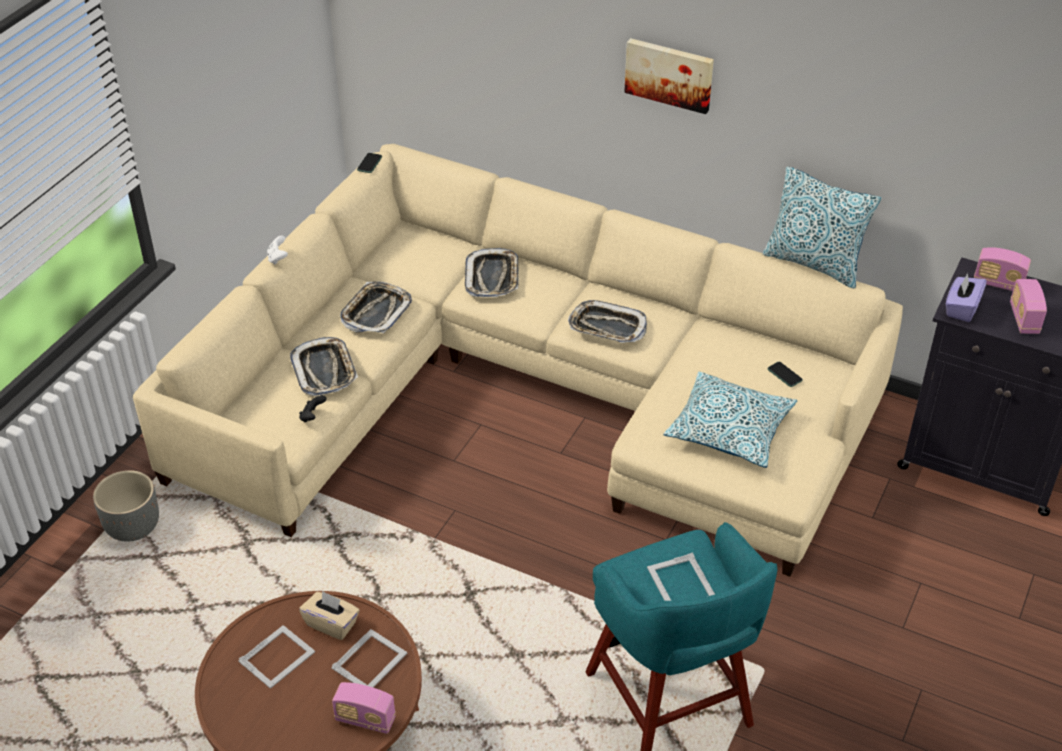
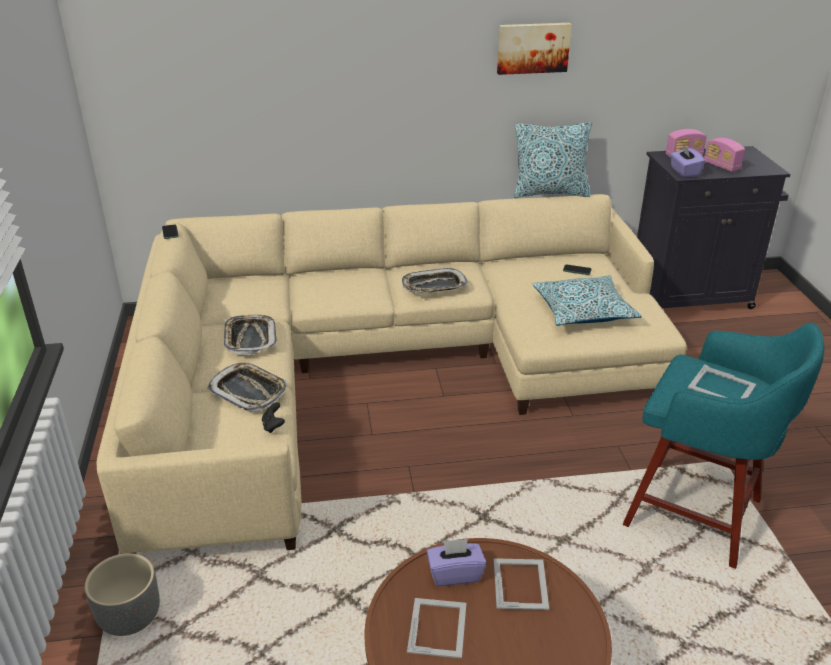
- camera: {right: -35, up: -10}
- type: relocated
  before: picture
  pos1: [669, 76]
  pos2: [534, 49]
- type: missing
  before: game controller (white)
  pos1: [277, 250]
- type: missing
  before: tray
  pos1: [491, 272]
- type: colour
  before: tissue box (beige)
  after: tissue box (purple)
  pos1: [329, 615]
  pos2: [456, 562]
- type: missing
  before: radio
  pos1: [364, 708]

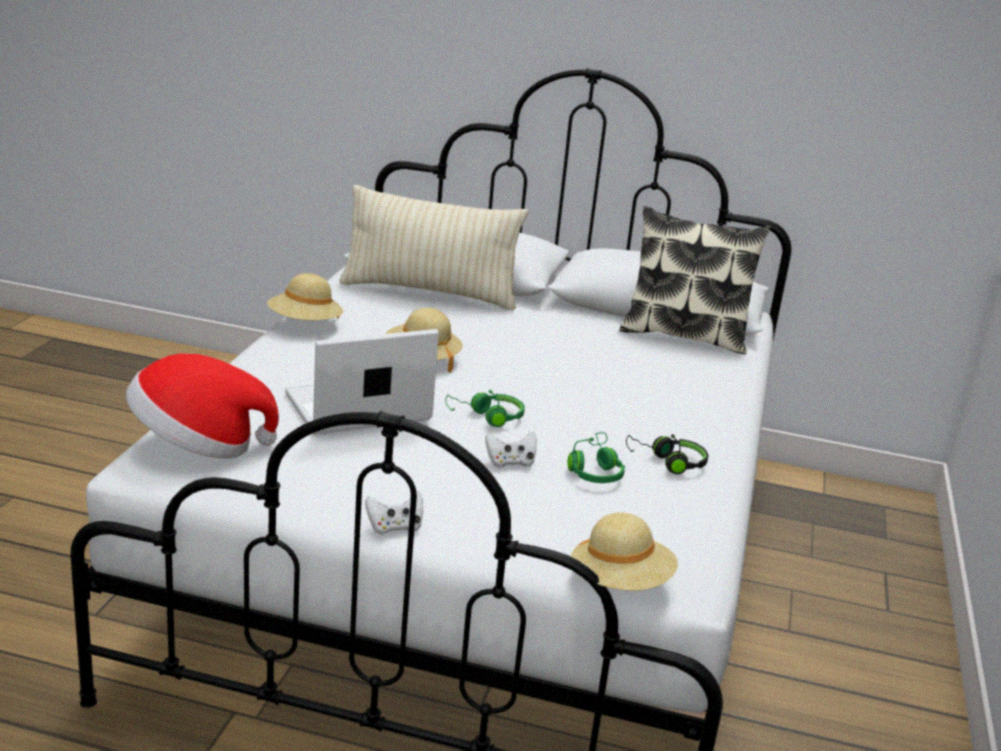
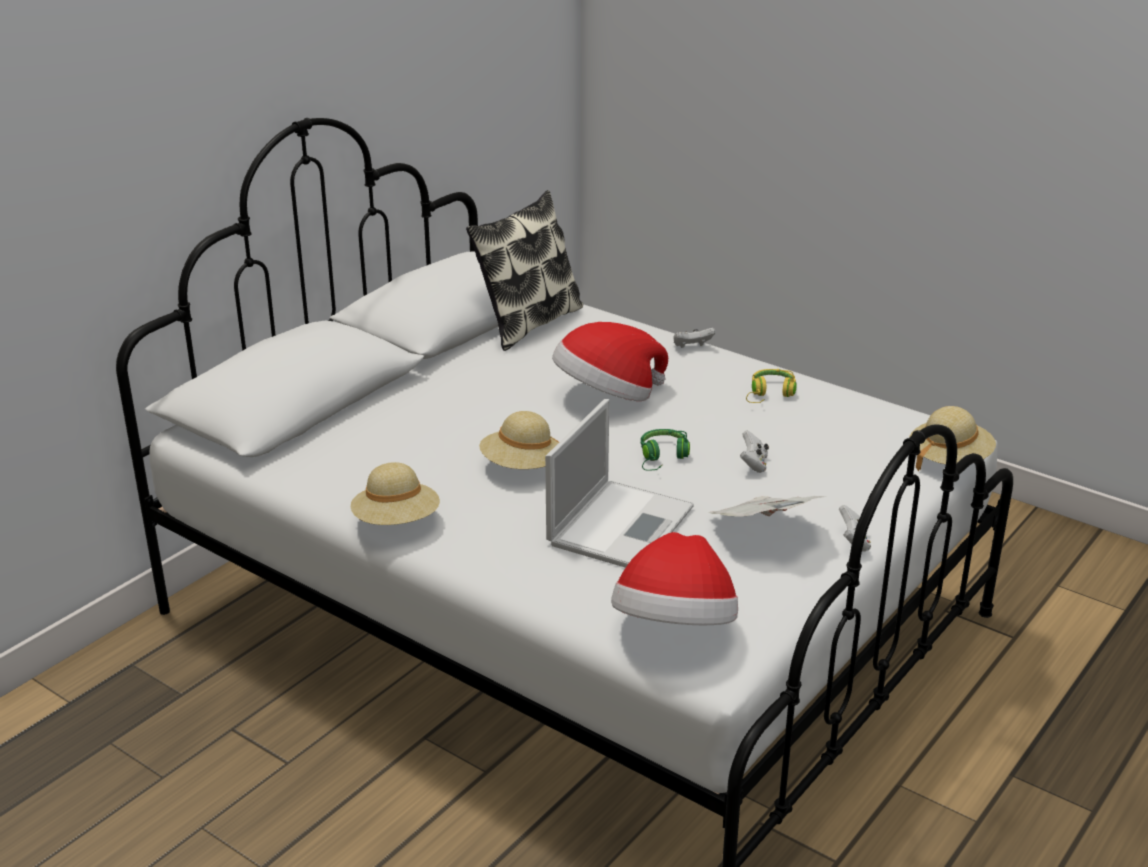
- camera: {right: -65, up: 5}
- type: missing
  before: pillow (beige)
  pos1: [433, 247]
- type: spun
  before: laptop
  pos1: [362, 382]
  pos2: [619, 483]
  turn: -150
- type: missing
  before: headphones (green)
  pos1: [596, 457]
- type: colour
  before: headphones (black)
  after: headphones (yellow)
  pos1: [667, 454]
  pos2: [771, 386]
- type: appeared
  after: hat
  pos2: [610, 361]
- type: appeared
  after: game controller (white)
  pos2: [694, 338]
- type: appeared
  after: newspaper
  pos2: [766, 506]

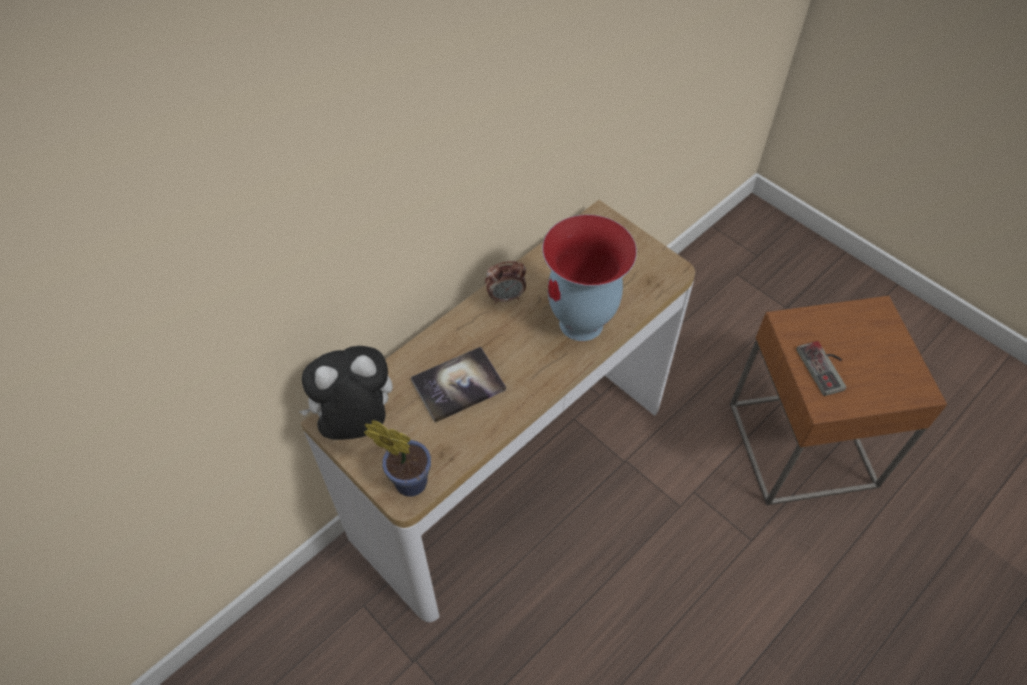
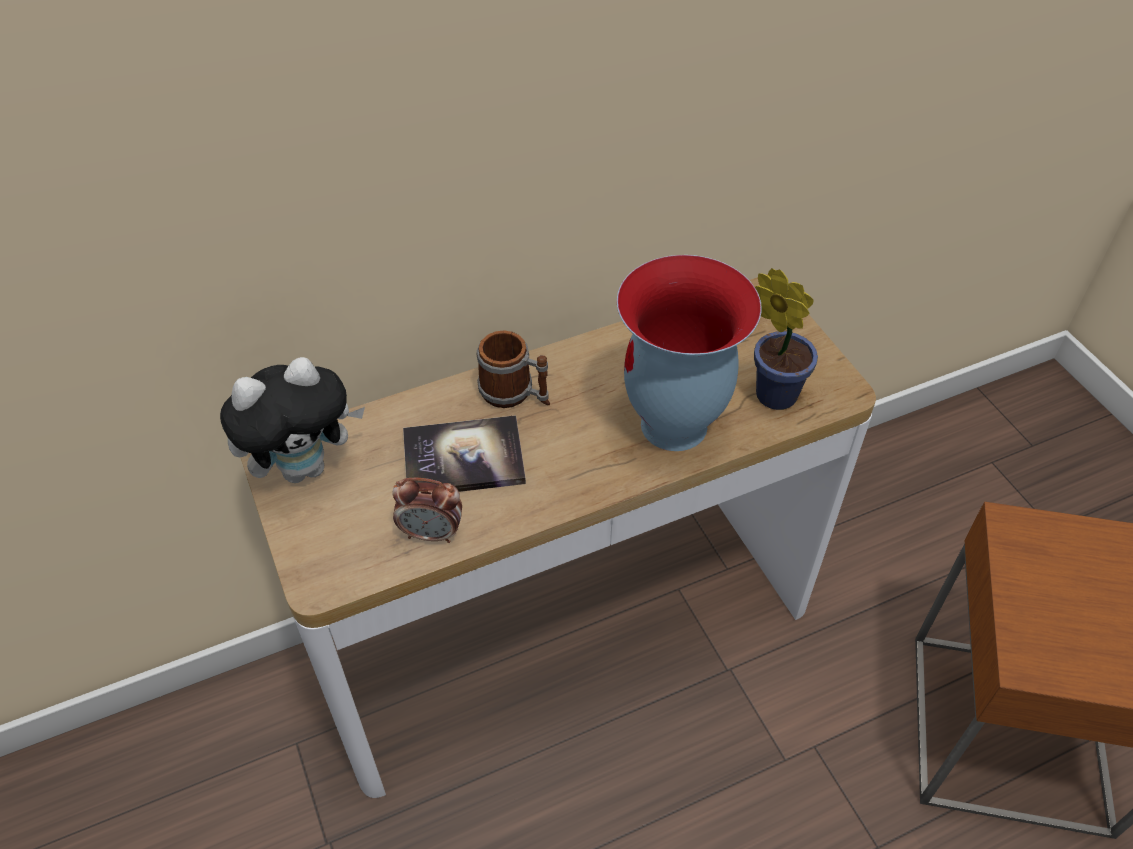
- camera: {right: 20, up: -5}
- type: relocated
  before: alarm clock
  pos1: [505, 282]
  pos2: [427, 510]
- type: missing
  before: game controller
  pos1: [821, 368]
- type: spun
  before: plush toy
  pos1: [345, 393]
  pos2: [292, 420]
  turn: 150
- type: relocated
  before: potted plant
  pos1: [397, 458]
  pos2: [786, 339]
- type: appeared
  after: mug
  pos2: [513, 369]

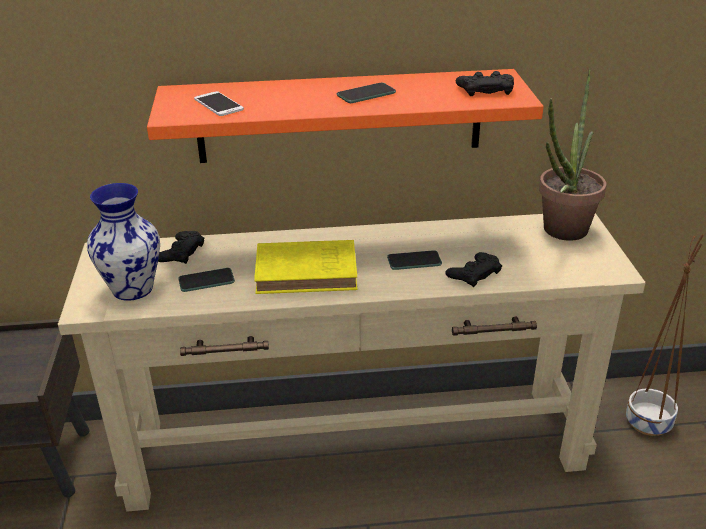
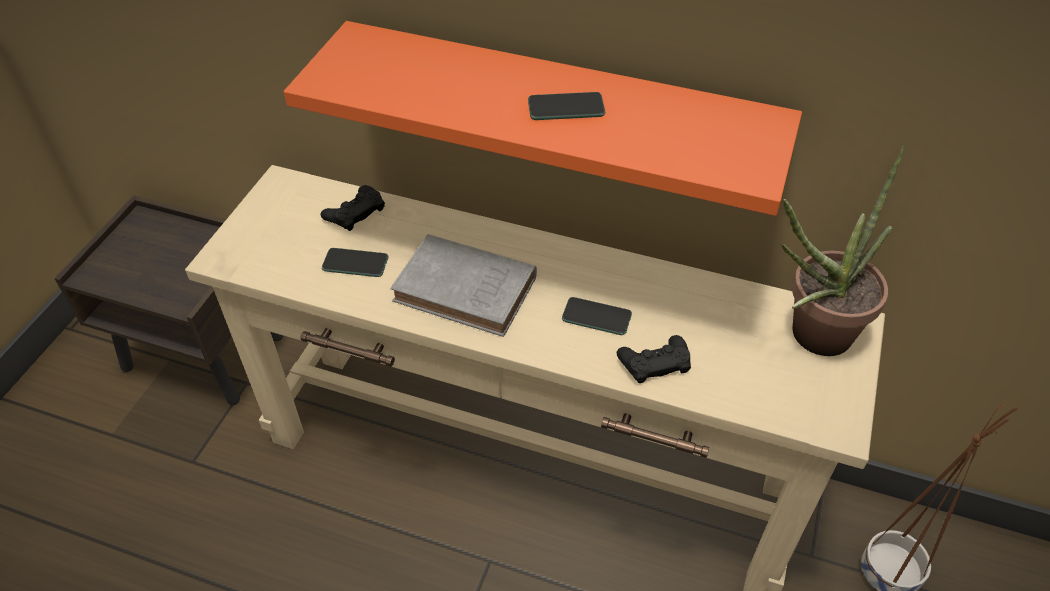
- camera: {right: 25, up: 15}
- type: missing
  before: game controller (black)
  pos1: [485, 83]
- type: missing
  before: phone
  pos1: [219, 103]
- type: missing
  before: vase
  pos1: [123, 242]
- type: colour
  before: book (yellow)
  after: book (grey)
  pos1: [305, 267]
  pos2: [464, 285]

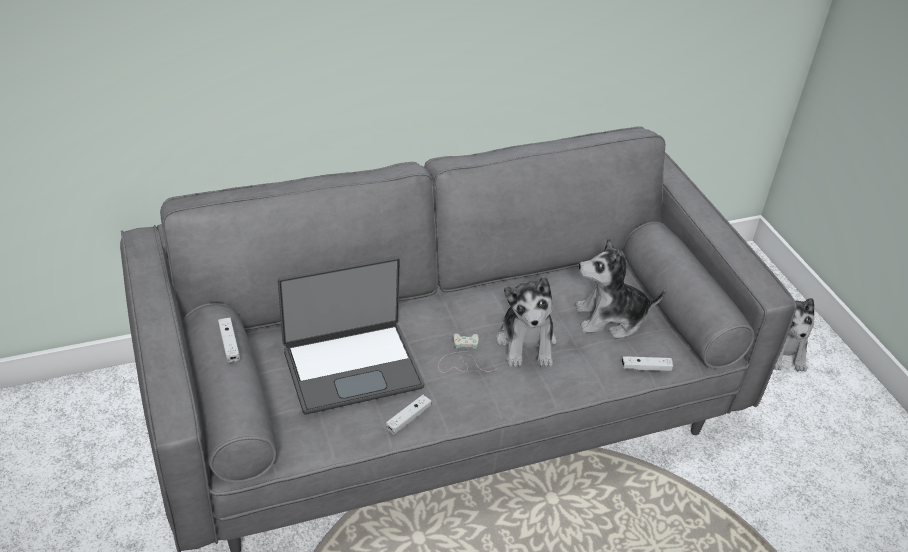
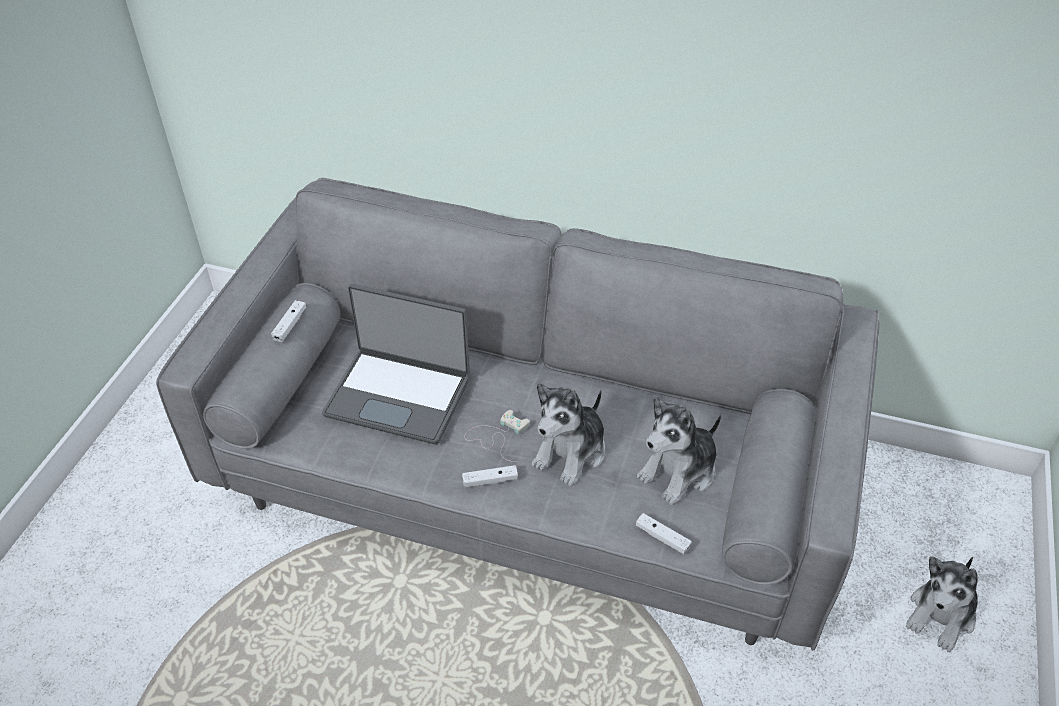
- camera: {right: 40, up: 5}
- type: spun
  before: plush toy
  pos1: [620, 288]
  pos2: [679, 450]
  turn: -75
- type: relocated
  before: game controller (white)
  pos1: [408, 414]
  pos2: [490, 476]

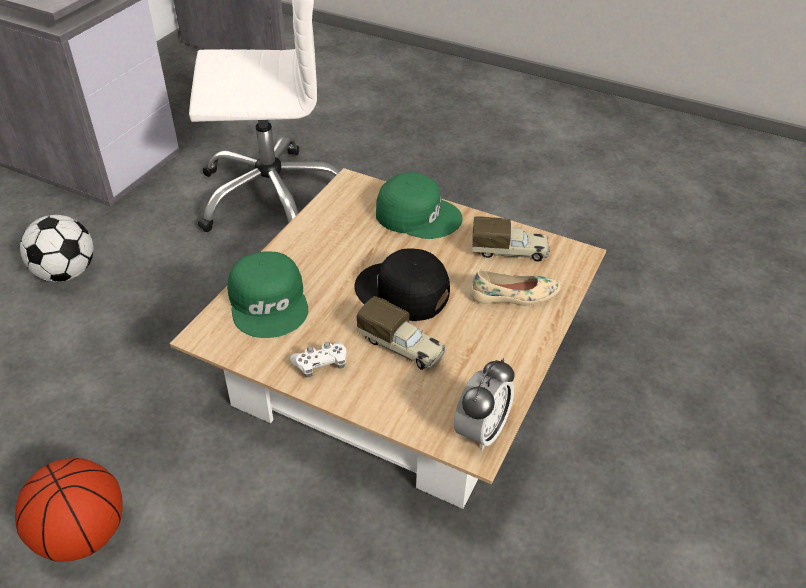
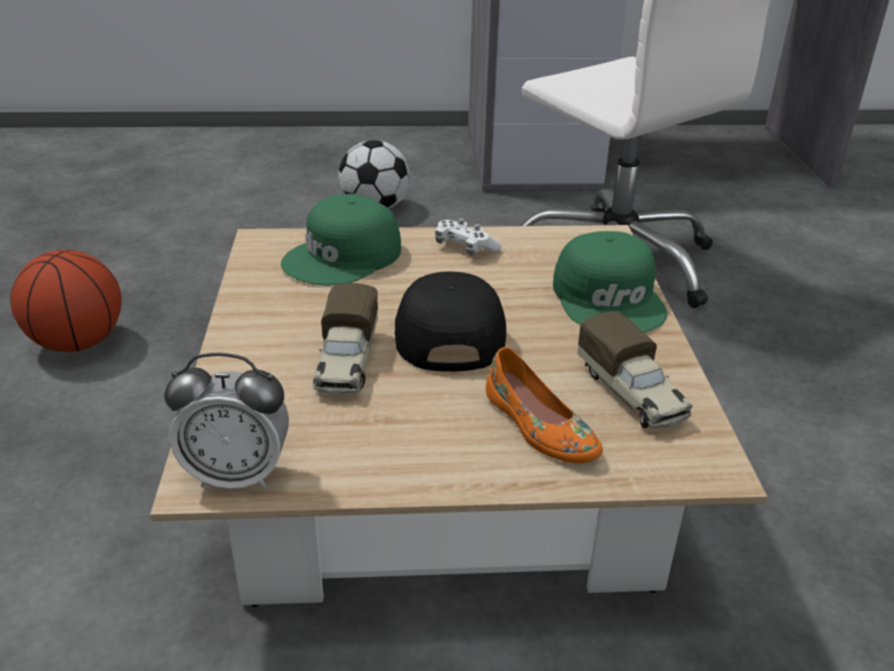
- camera: {right: 60, up: -10}
- type: colour
  before: shoe (beige)
  after: shoe (orange)
  pos1: [515, 288]
  pos2: [544, 405]
- type: relocated
  before: game controller (white)
  pos1: [318, 359]
  pos2: [468, 237]

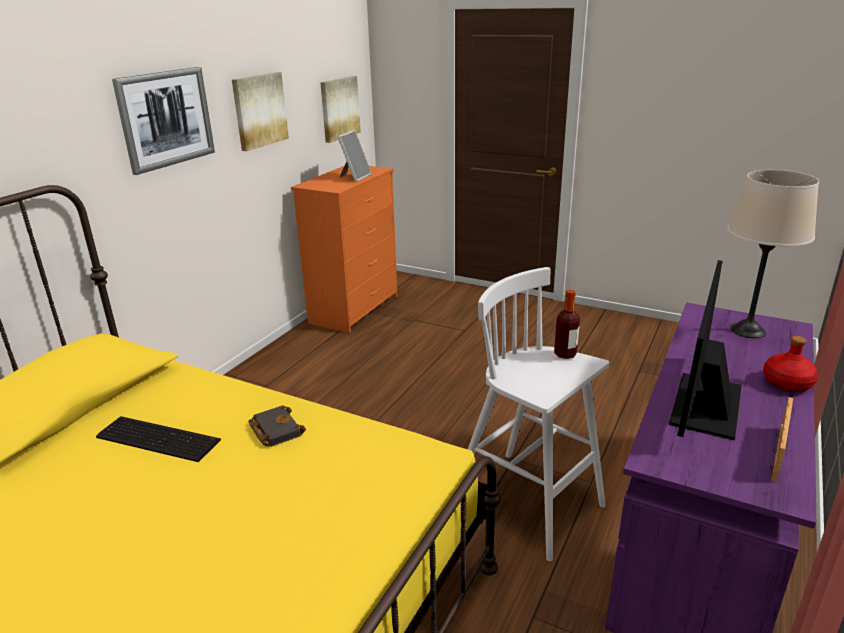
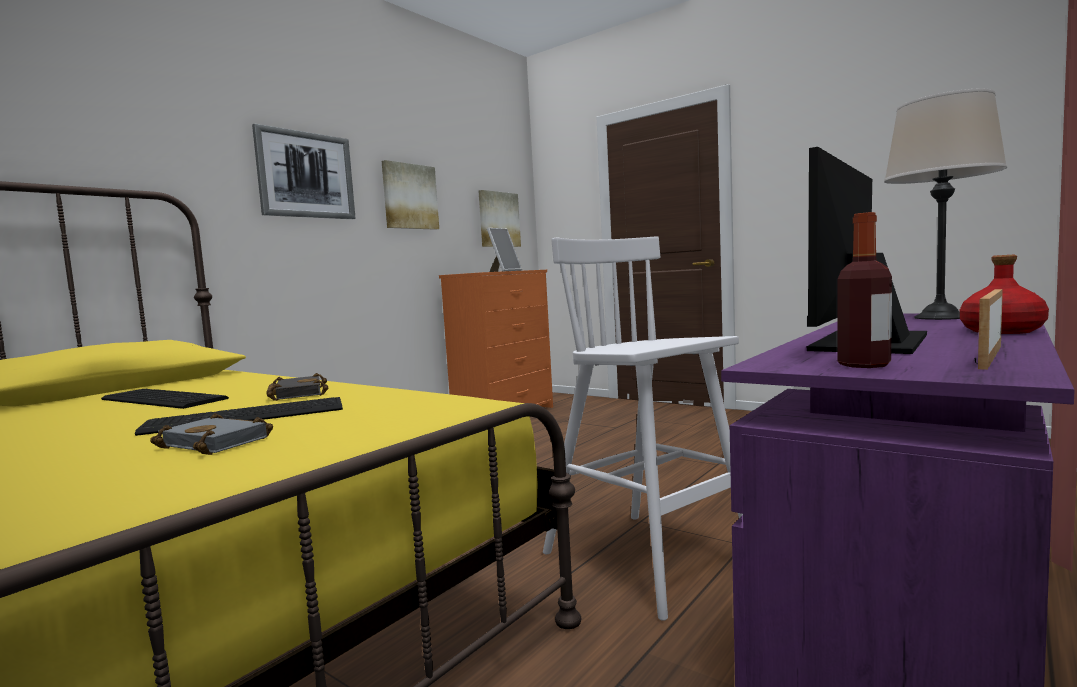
- camera: {right: 10, up: -20}
- type: relocated
  before: bottle
  pos1: [567, 324]
  pos2: [865, 290]
- type: appeared
  after: keyboard
  pos2: [239, 416]
- type: appeared
  after: book (grey)
  pos2: [211, 434]

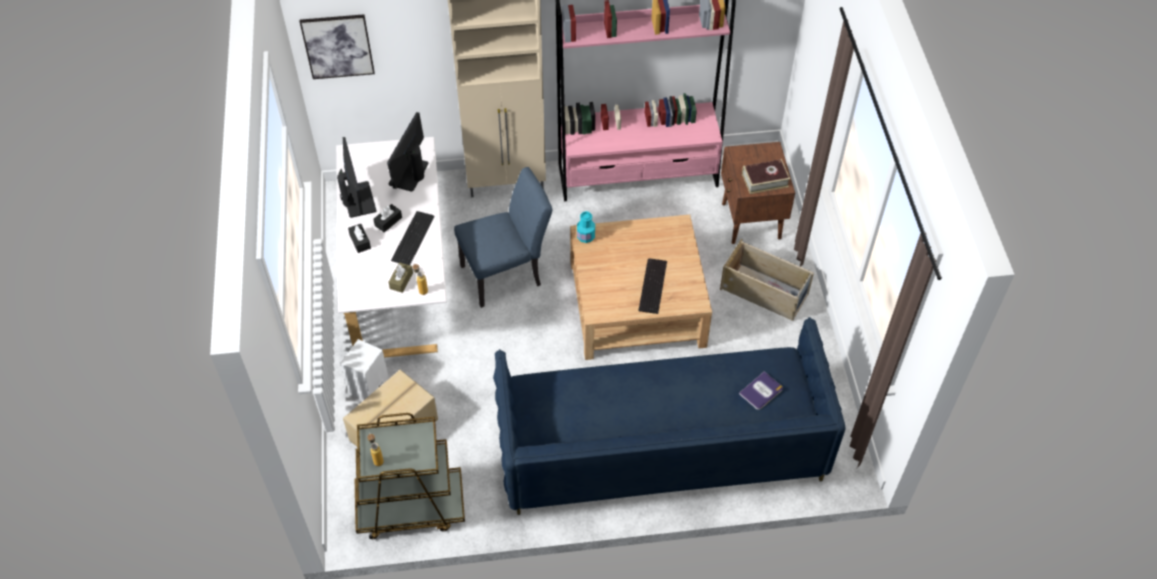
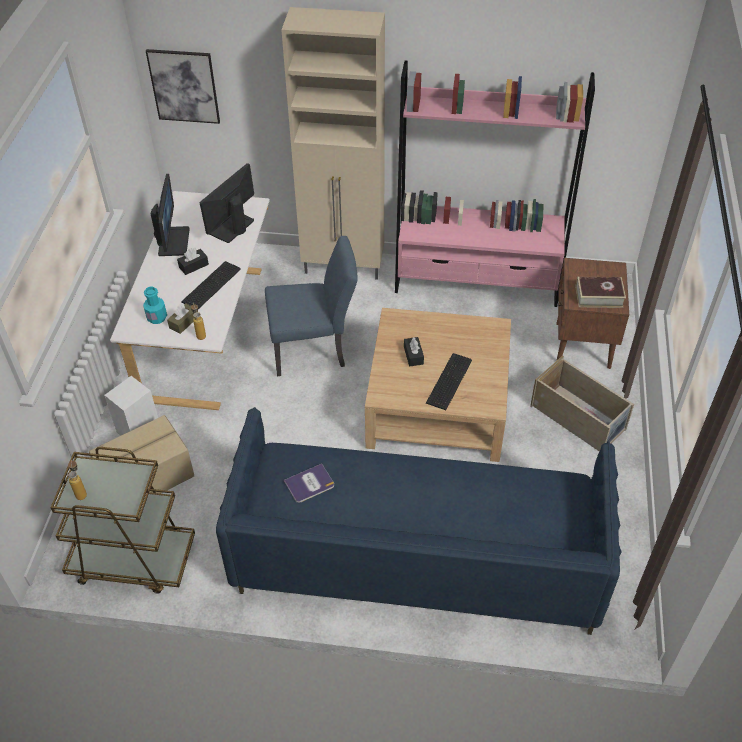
- camera: {right: 15, up: -5}
- type: relocated
  before: bottle (turquoise)
  pos1: [586, 227]
  pos2: [155, 305]
- type: relocated
  before: tissue box (black)
  pos1: [359, 238]
  pos2: [414, 351]
- type: relocated
  before: book
  pos1: [761, 390]
  pos2: [309, 483]

